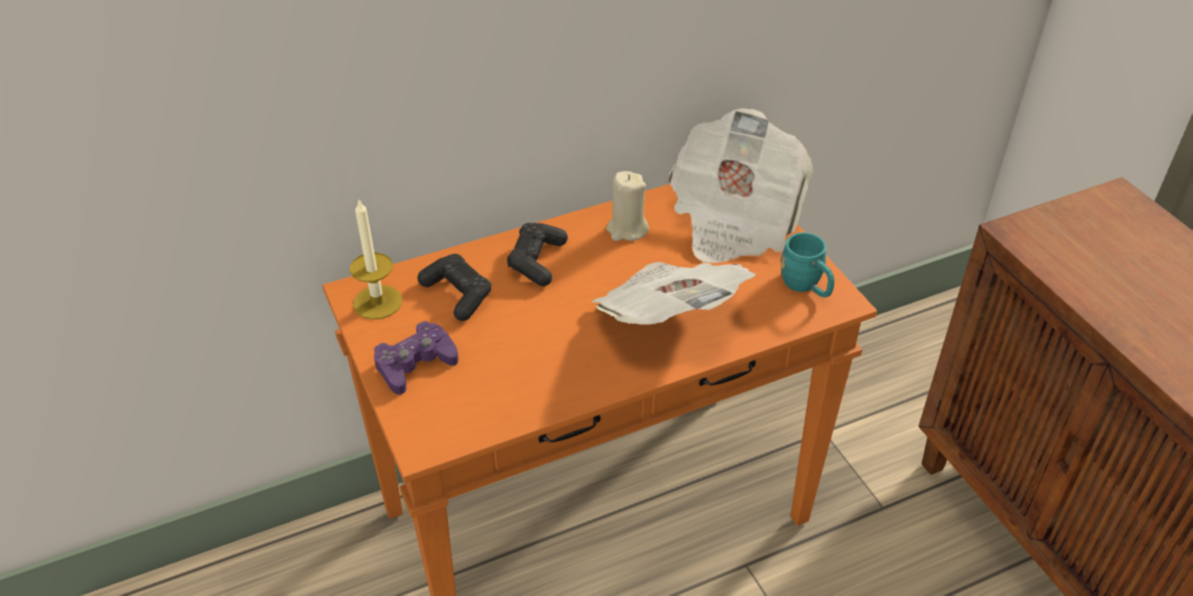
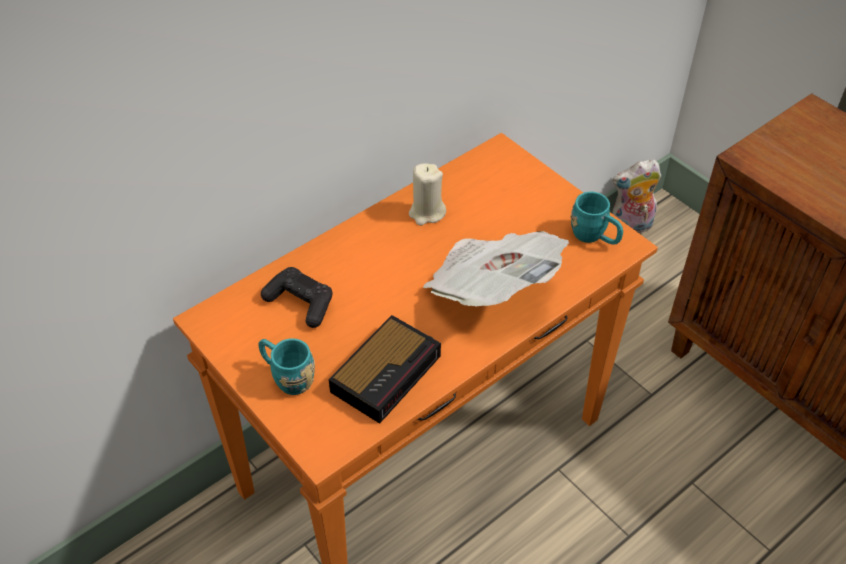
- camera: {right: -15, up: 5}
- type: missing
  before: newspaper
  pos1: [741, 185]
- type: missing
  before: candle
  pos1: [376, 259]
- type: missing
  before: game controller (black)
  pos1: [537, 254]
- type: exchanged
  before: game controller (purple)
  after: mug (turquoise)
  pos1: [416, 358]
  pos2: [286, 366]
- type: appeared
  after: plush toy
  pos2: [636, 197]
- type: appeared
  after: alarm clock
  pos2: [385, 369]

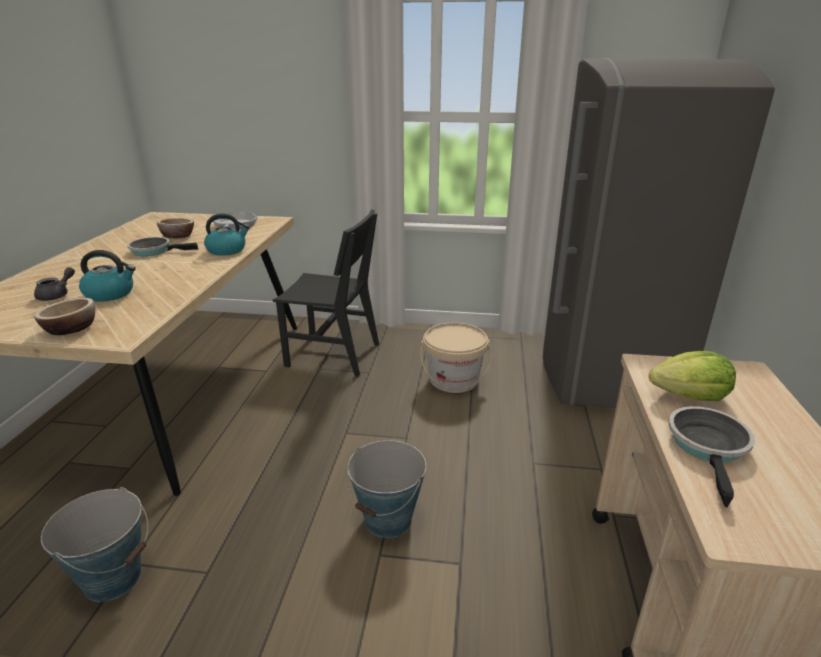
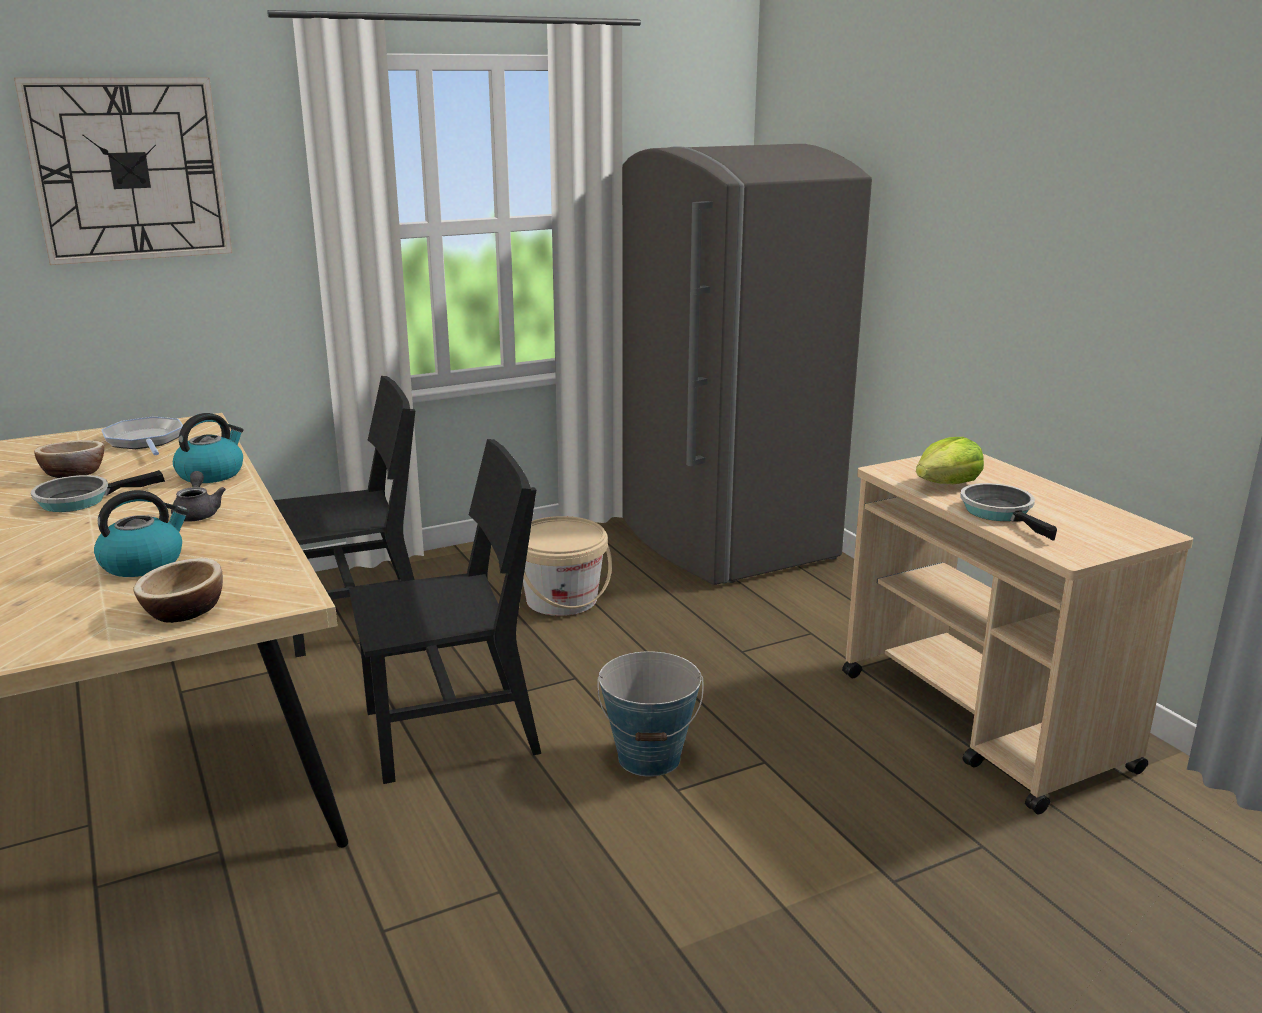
- camera: {right: -35, up: -5}
- type: relocated
  before: teapot (grey)
  pos1: [54, 284]
  pos2: [198, 496]
- type: missing
  before: bucket
  pos1: [94, 544]
- type: appeared
  after: wall clock
  pos2: [123, 171]
- type: appeared
  after: chair (black)
  pos2: [445, 611]

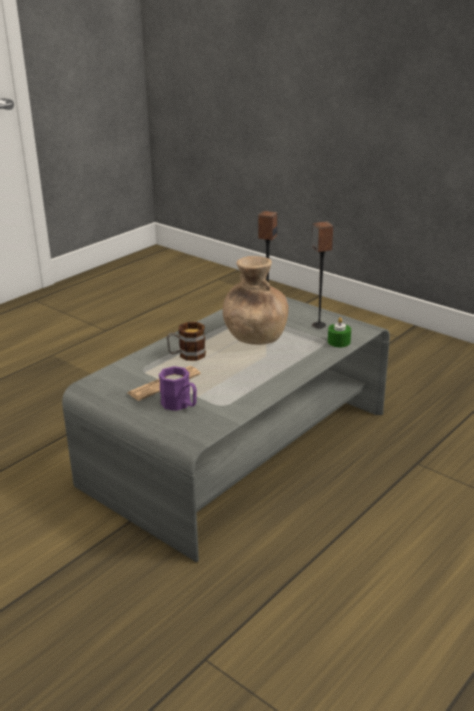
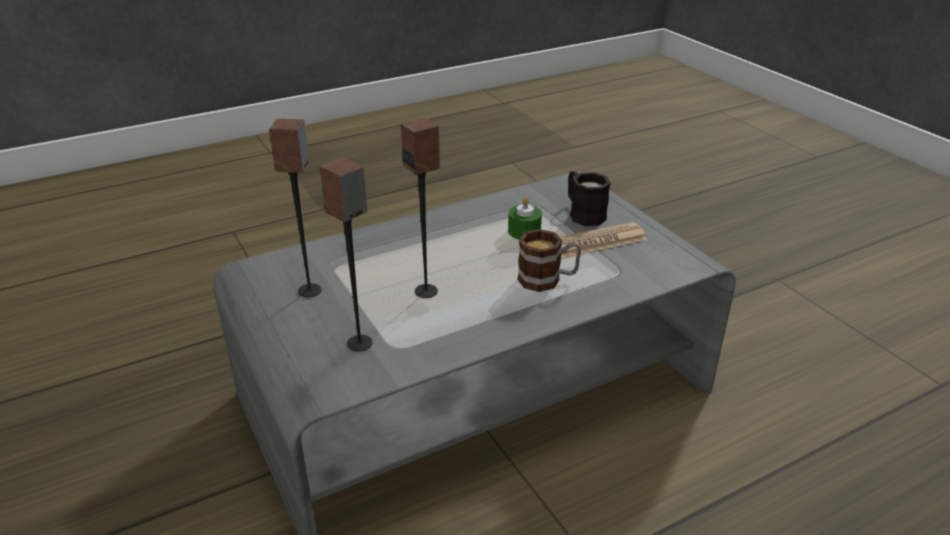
- camera: {right: -160, up: 5}
- type: exchanged
  before: vase (brown)
  after: speaker
  pos1: [255, 300]
  pos2: [420, 208]
- type: relocated
  before: candle (green)
  pos1: [339, 332]
  pos2: [525, 217]
- type: colour
  before: mug (purple)
  after: mug (black)
  pos1: [178, 388]
  pos2: [589, 198]

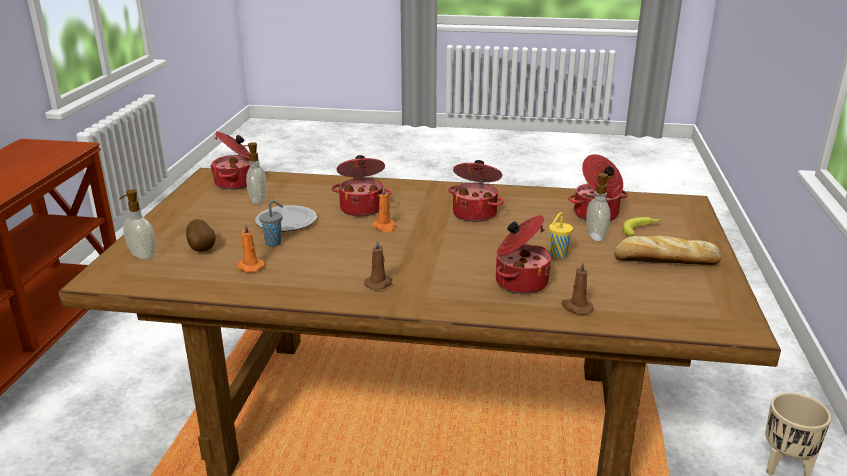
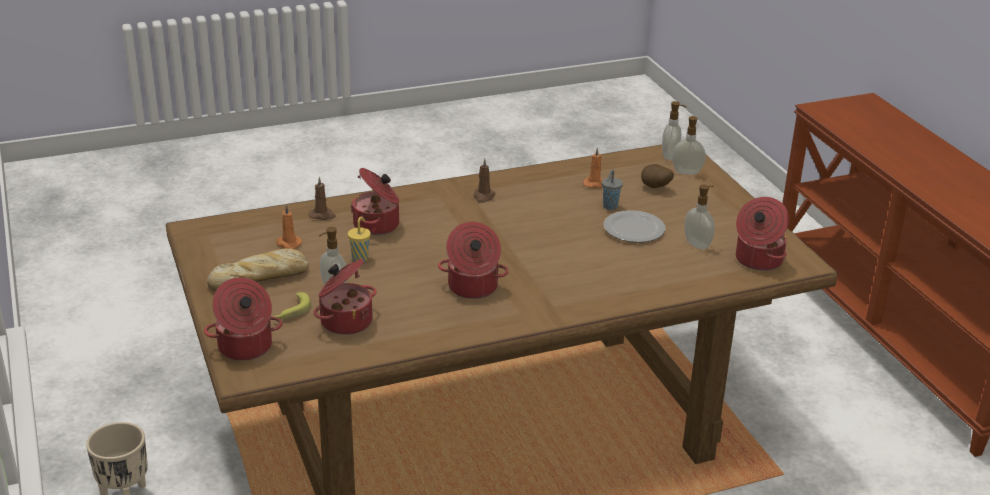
- camera: {right: 150, up: 5}
- type: relocated
  before: cooking pot
  pos1: [361, 185]
  pos2: [243, 319]
- type: relocated
  before: candle (orange)
  pos1: [384, 209]
  pos2: [289, 226]
- type: appeared
  after: soap dispenser
  pos2: [674, 130]

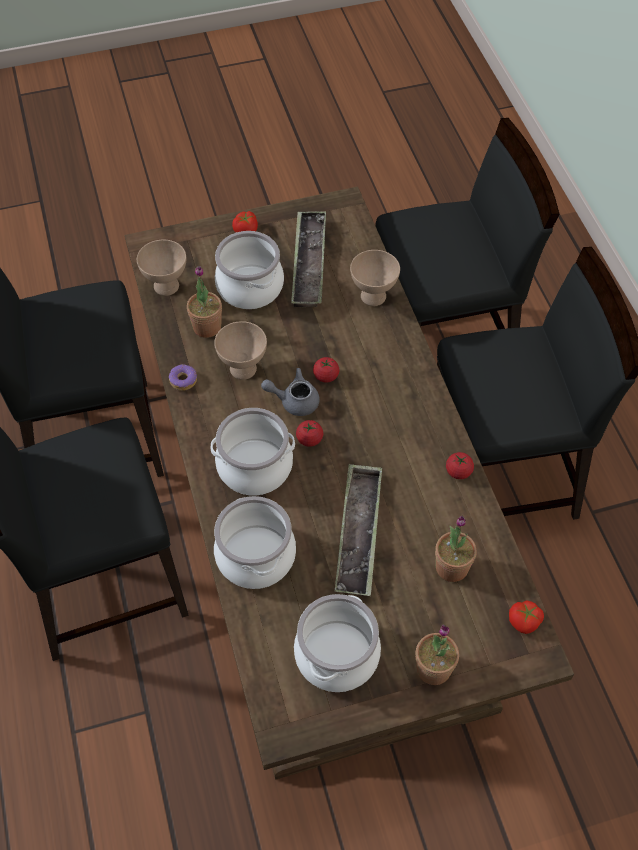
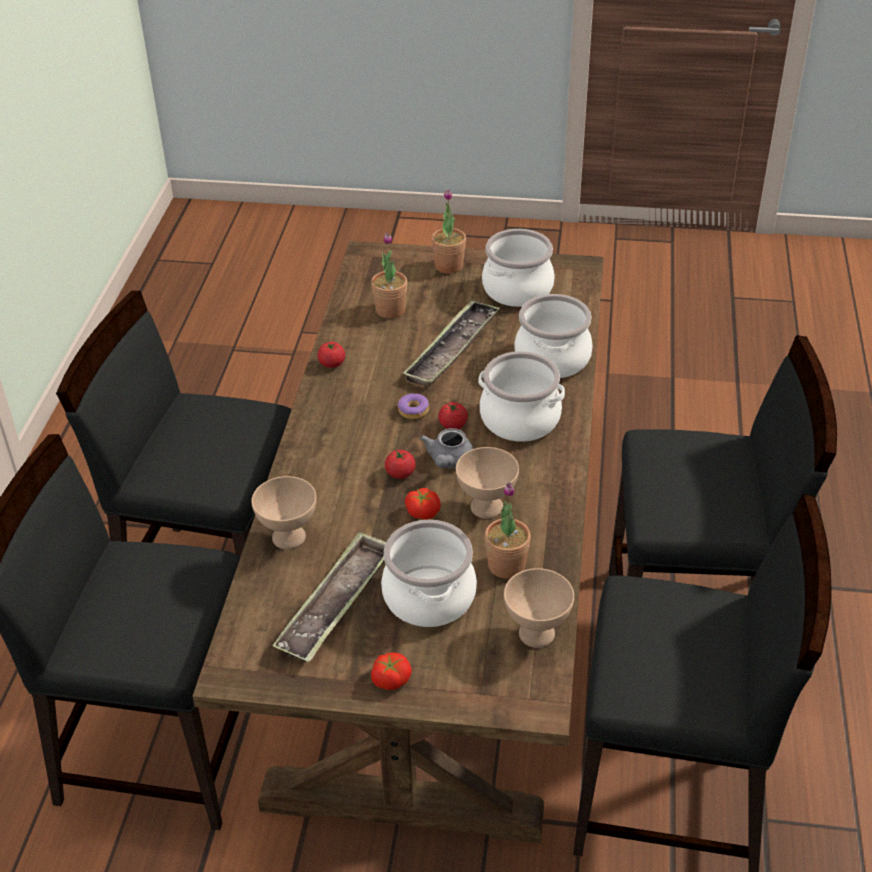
- camera: {right: -155, up: -15}
- type: relocated
  before: donut
  pos1: [183, 377]
  pos2: [413, 406]
- type: spun
  before: teapot (grey)
  pos1: [290, 392]
  pos2: [446, 448]
  turn: 75
- type: relocated
  before: tomato
  pos1: [526, 617]
  pos2: [422, 504]

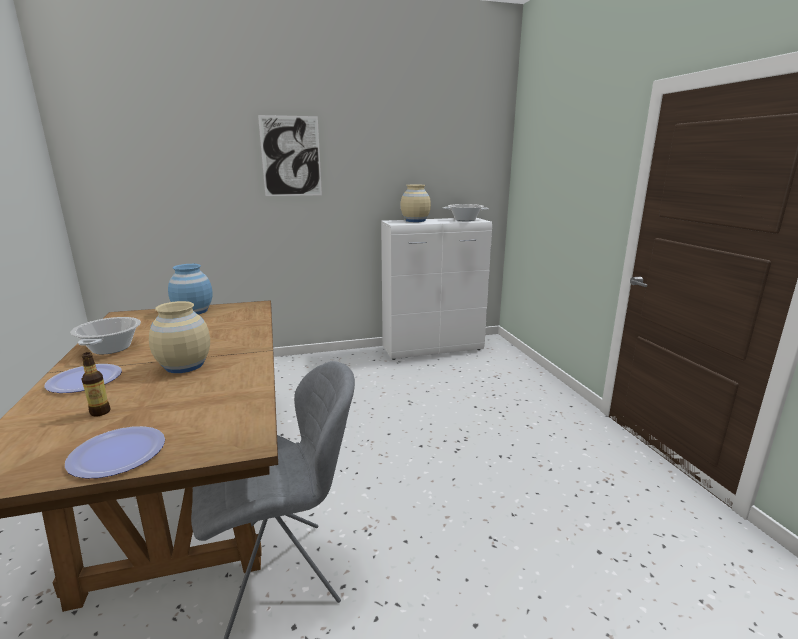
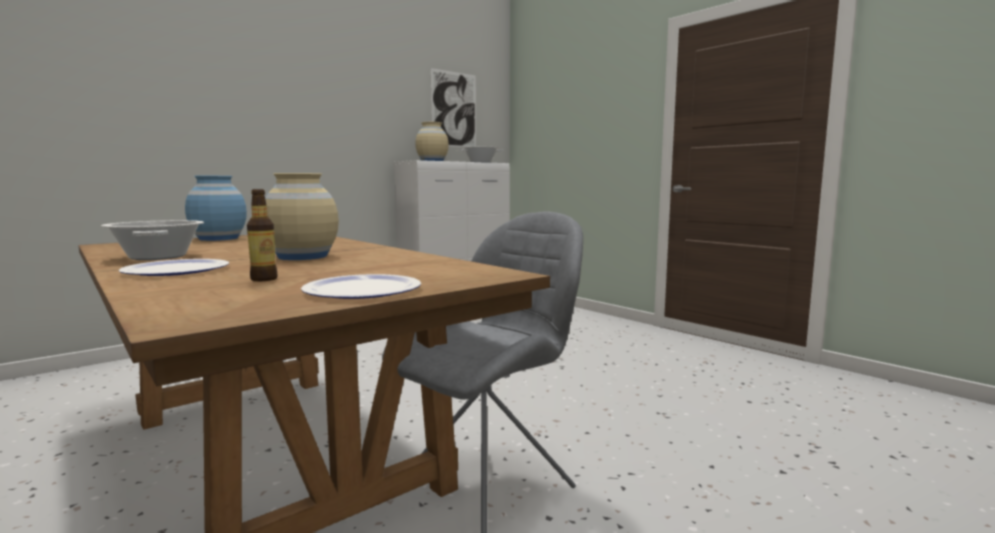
- camera: {right: -25, up: -10}
- type: relocated
  before: picture
  pos1: [290, 155]
  pos2: [453, 107]

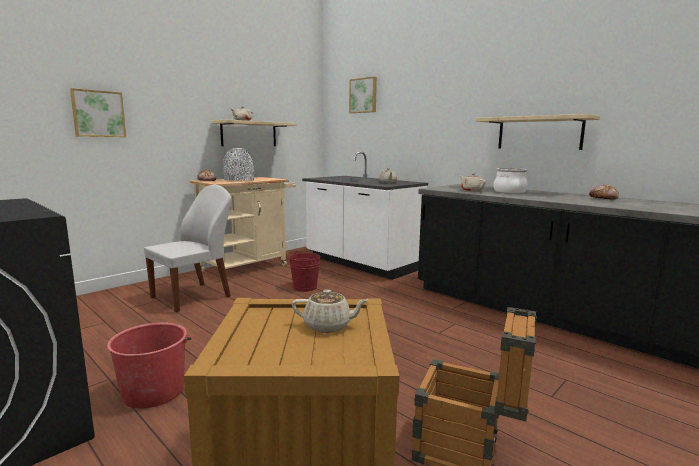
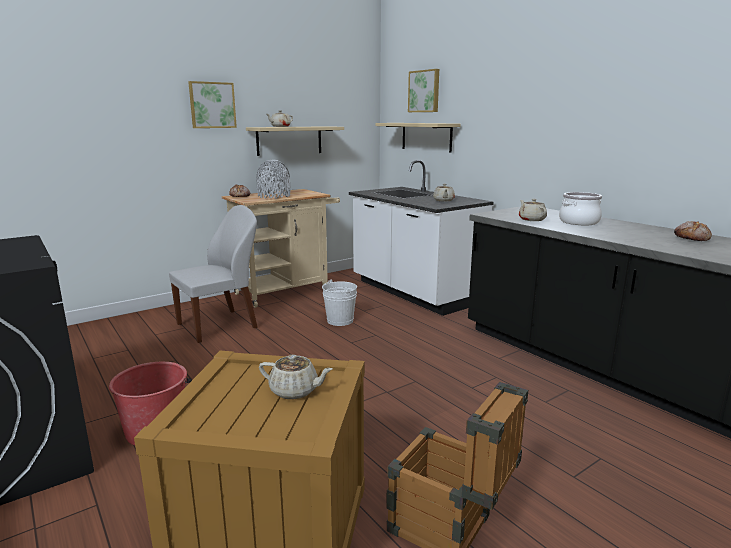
- camera: {right: 10, up: 5}
- type: relocated
  before: picture
  pos1: [98, 112]
  pos2: [212, 104]
- type: relocated
  before: shelf (beige)
  pos1: [538, 132]
  pos2: [418, 137]
- type: colour
  before: bucket (red)
  after: bucket (white)
  pos1: [304, 271]
  pos2: [339, 303]

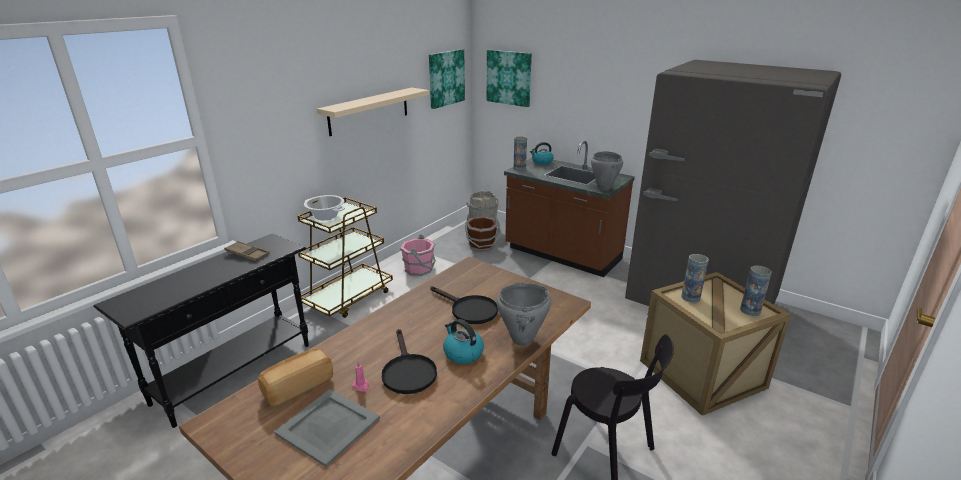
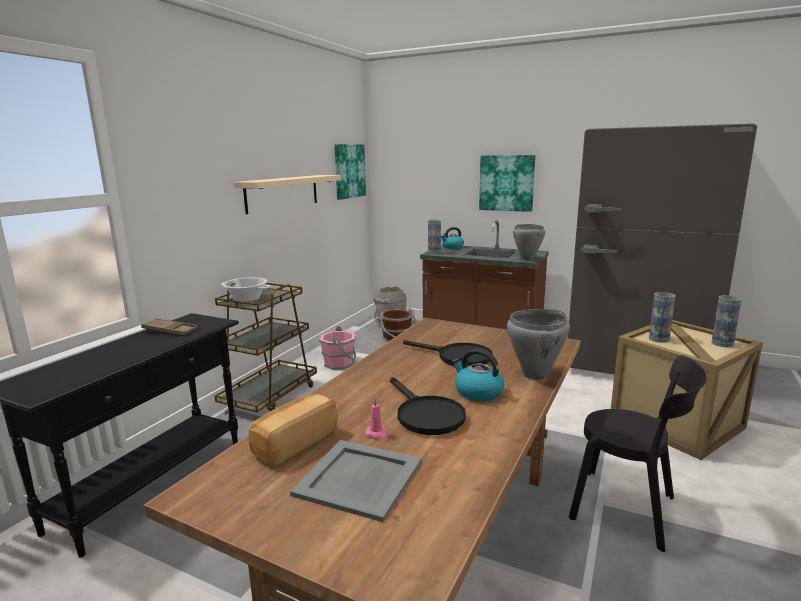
- camera: {right: -10, up: -10}
- type: relocated
  before: picture
  pos1: [509, 78]
  pos2: [507, 183]

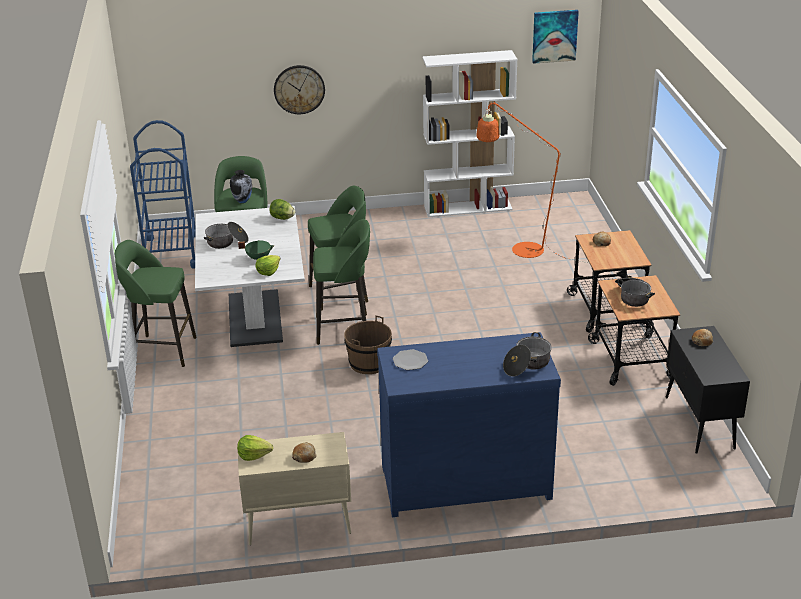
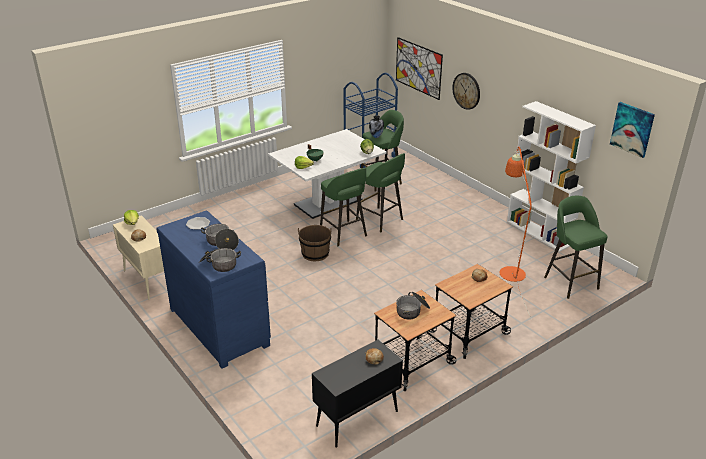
- camera: {right: 60, up: 0}
- type: relocated
  before: cooking pot
  pos1: [226, 235]
  pos2: [220, 237]
- type: relocated
  before: stool (green)
  pos1: [156, 303]
  pos2: [575, 247]
- type: appeared
  after: picture
  pos2: [419, 68]

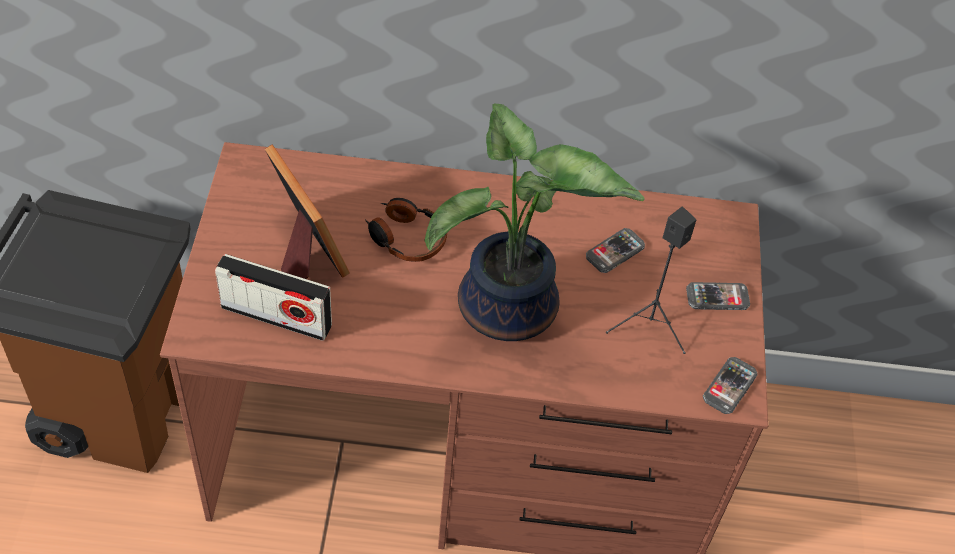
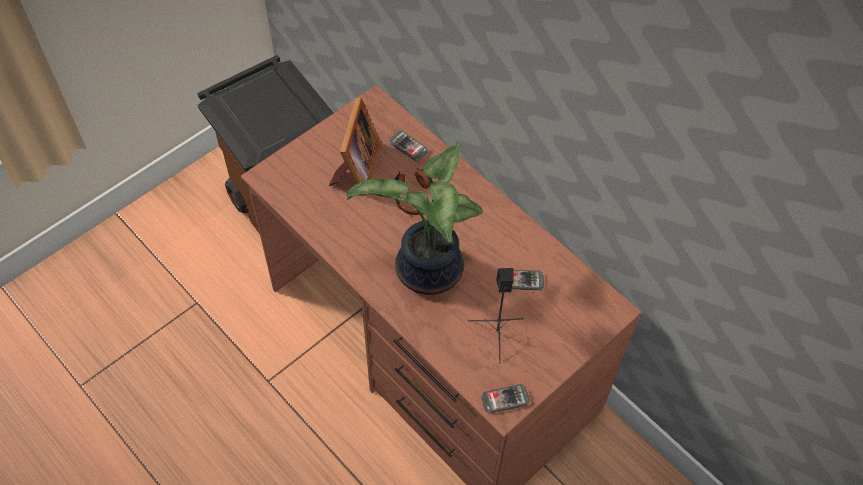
- camera: {right: 45, up: 5}
- type: missing
  before: radio
  pos1: [273, 297]
- type: relocated
  before: phone
  pos1: [718, 296]
  pos2: [408, 146]

